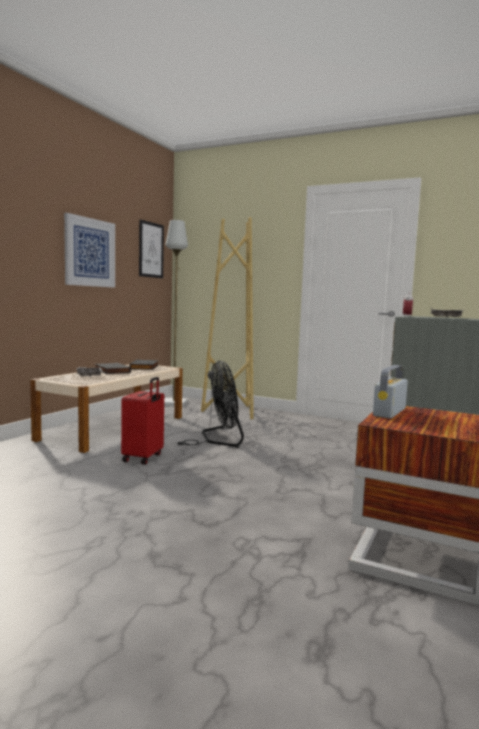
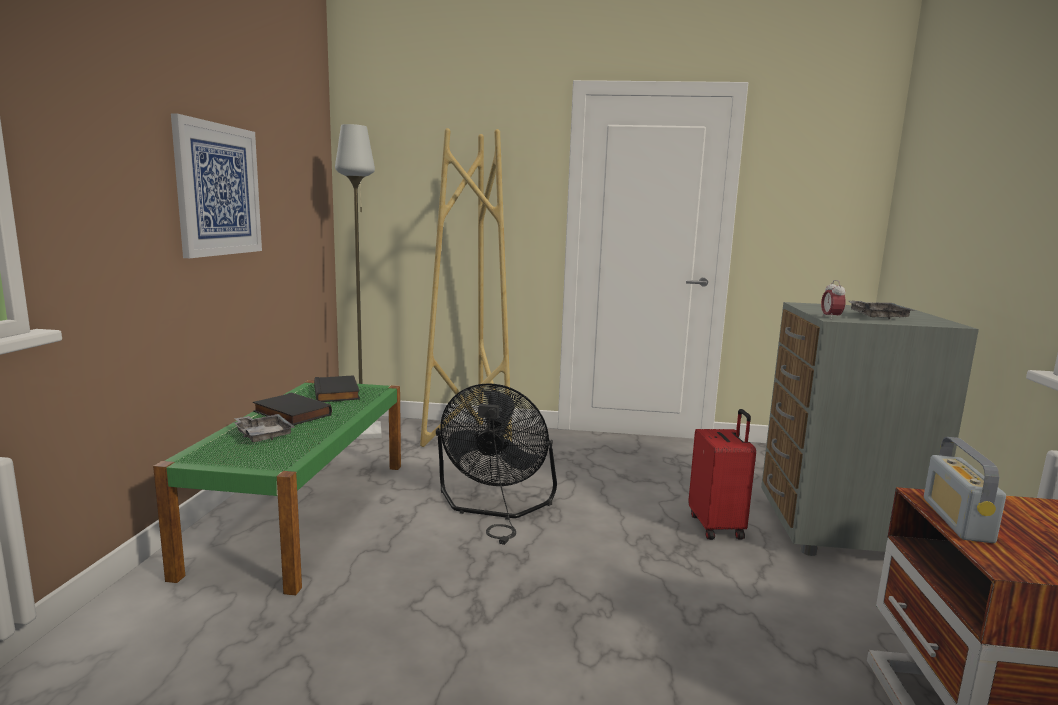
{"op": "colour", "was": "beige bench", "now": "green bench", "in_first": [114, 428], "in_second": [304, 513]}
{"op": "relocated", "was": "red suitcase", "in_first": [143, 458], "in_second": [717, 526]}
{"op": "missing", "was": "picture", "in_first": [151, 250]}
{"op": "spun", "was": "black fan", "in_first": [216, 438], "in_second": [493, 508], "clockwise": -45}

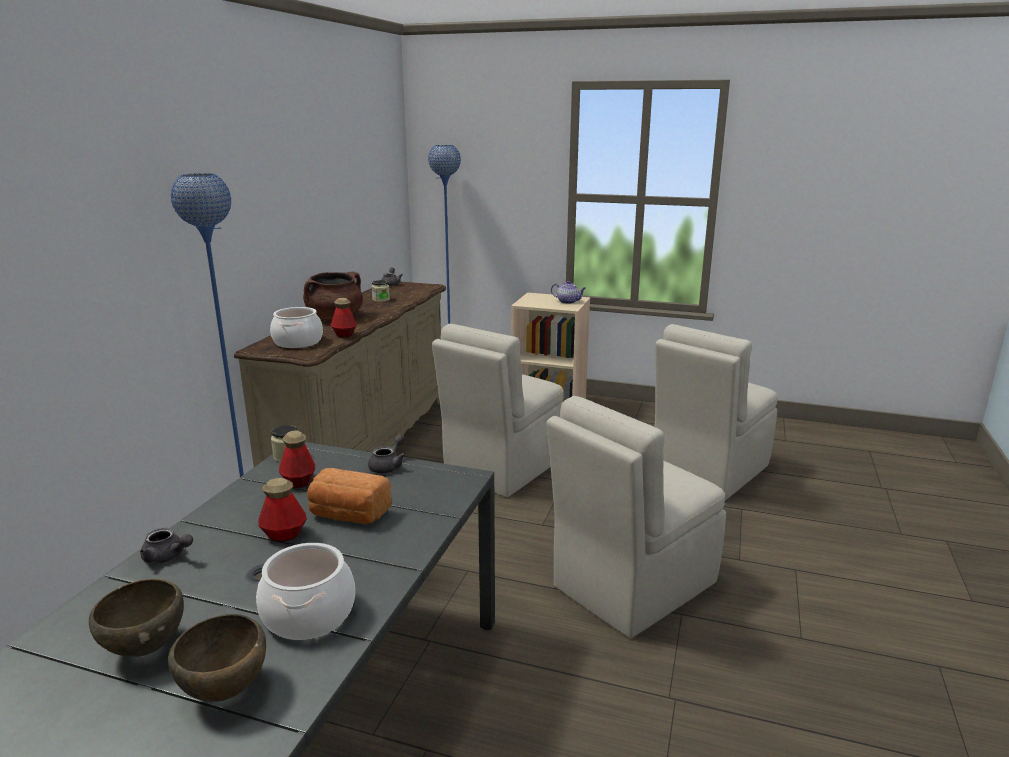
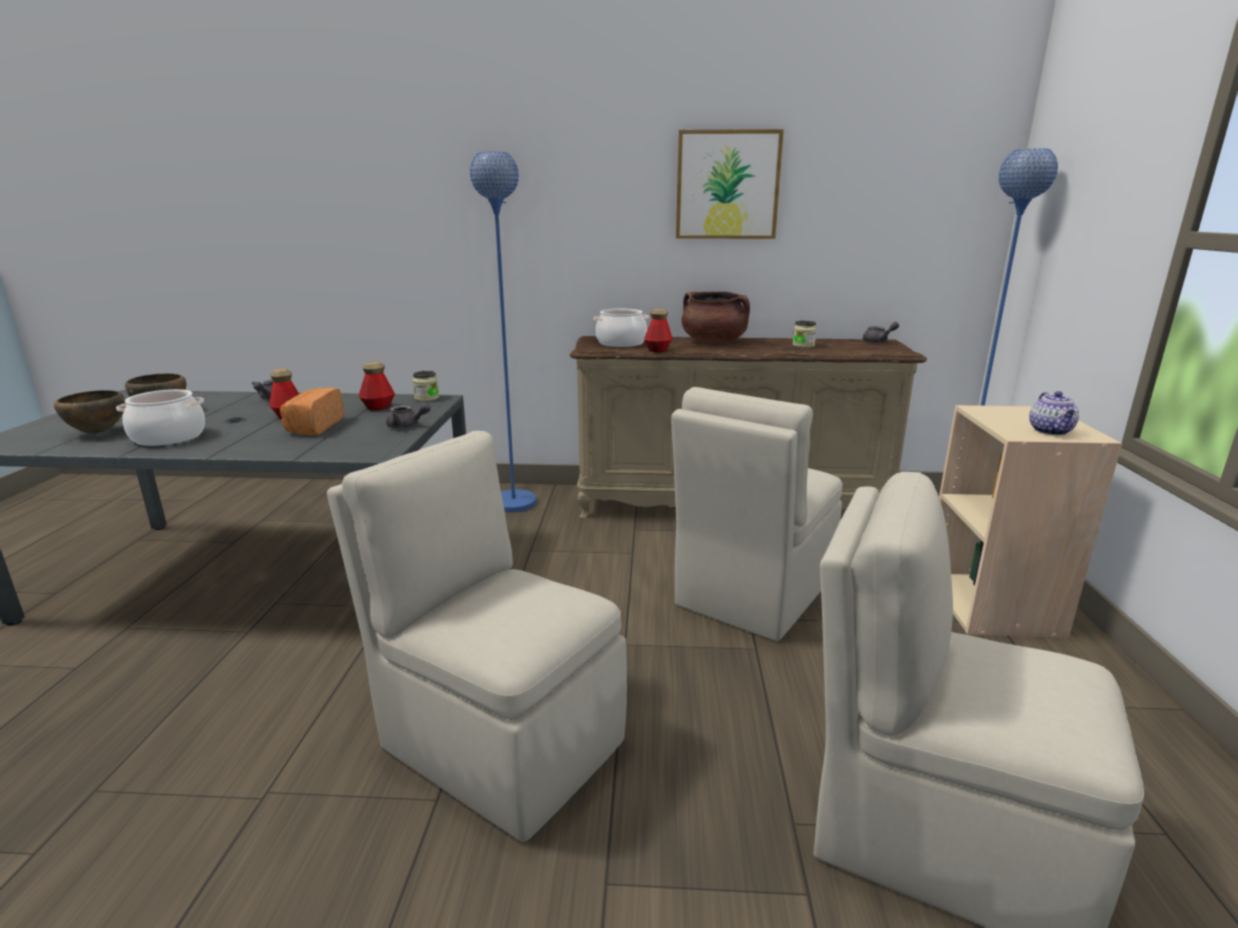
{"op": "spun", "was": "beige chair", "in_first": [502, 468], "in_second": [752, 593], "clockwise": -75}
{"op": "appeared", "now": "picture", "in_second": [727, 185]}

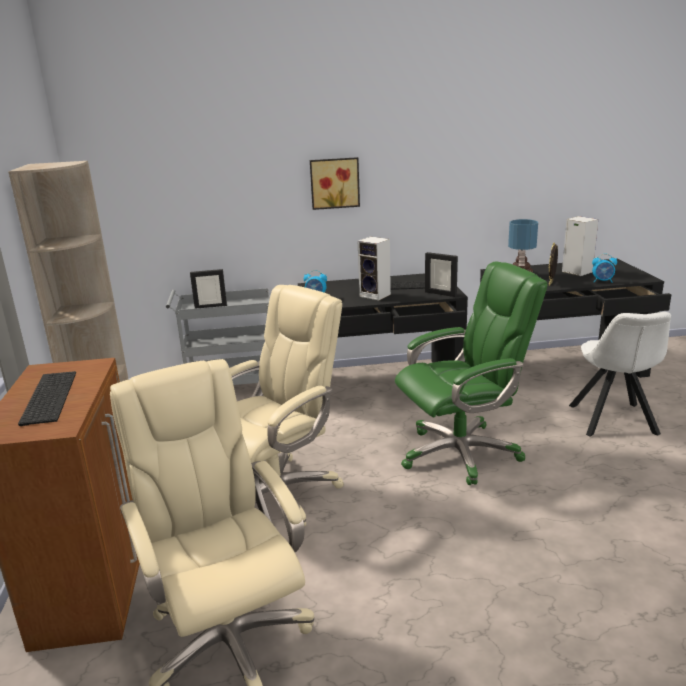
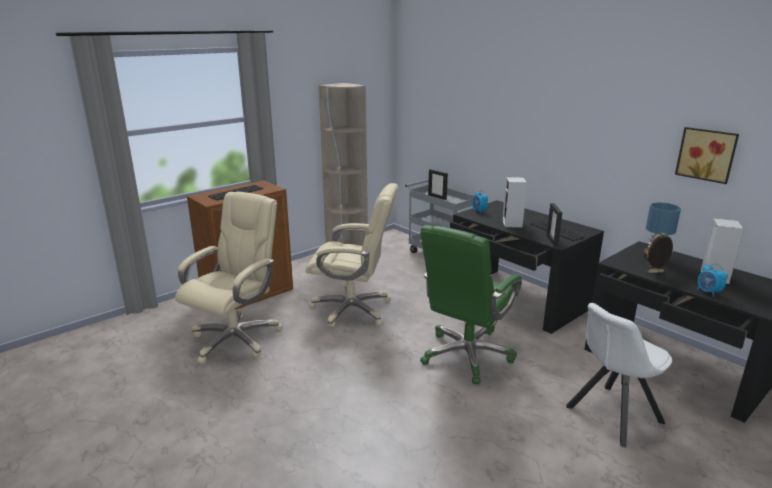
{"op": "relocated", "was": "picture", "in_first": [334, 183], "in_second": [707, 154]}
{"op": "spun", "was": "green office chair", "in_first": [461, 453], "in_second": [466, 355], "clockwise": 90}

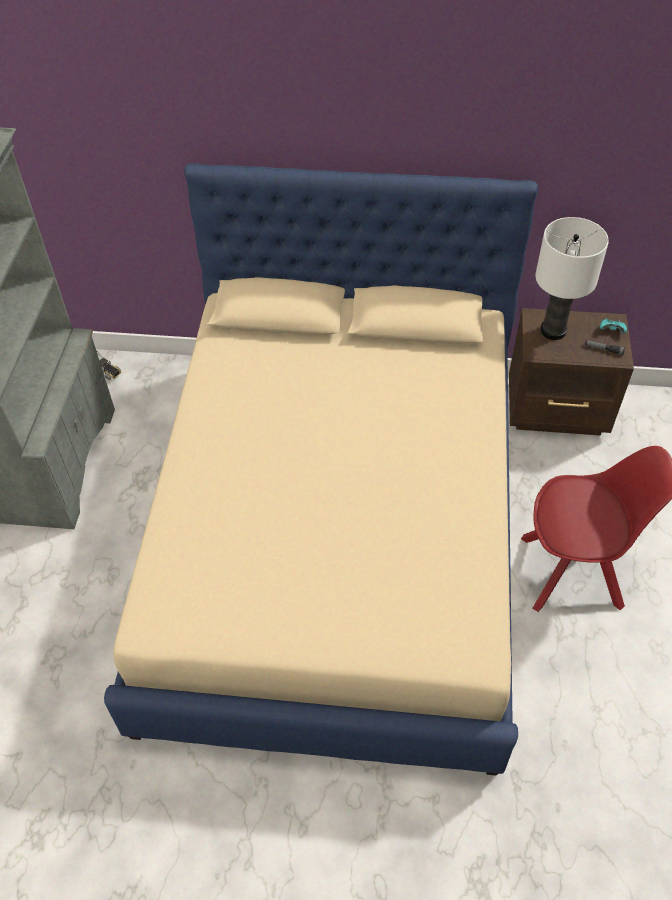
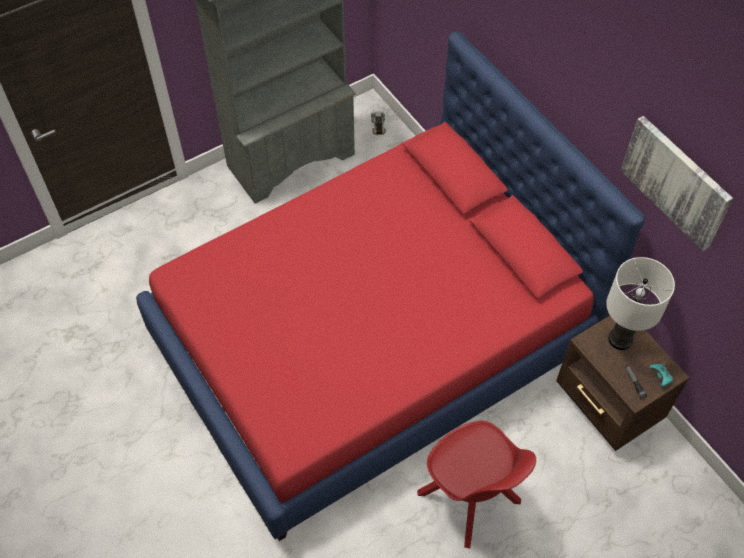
{"op": "colour", "was": "beige bed", "now": "red bed", "in_first": [338, 535], "in_second": [373, 340]}
{"op": "appeared", "now": "picture", "in_second": [676, 181]}

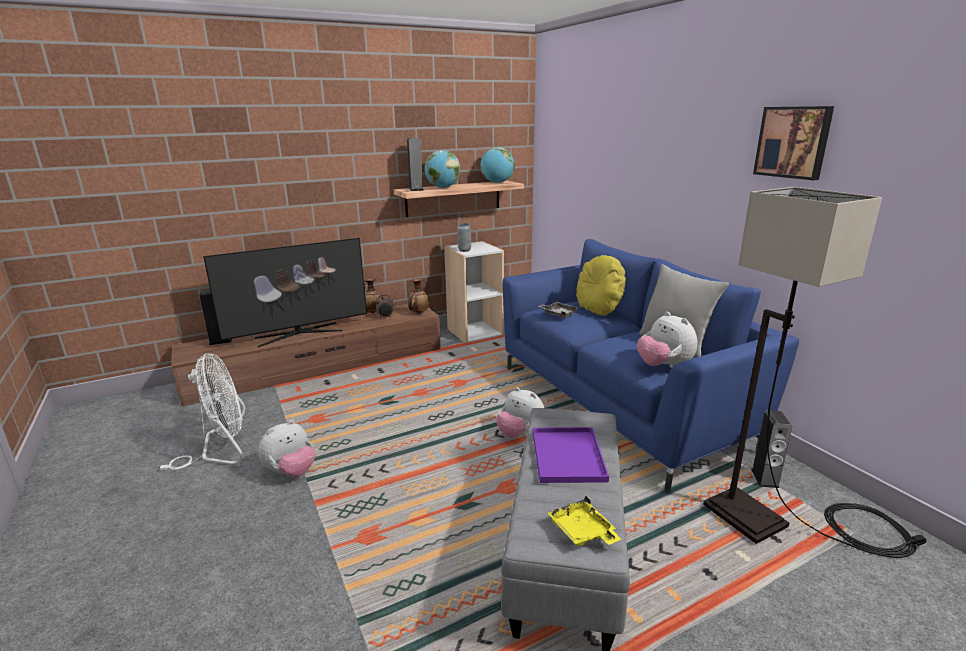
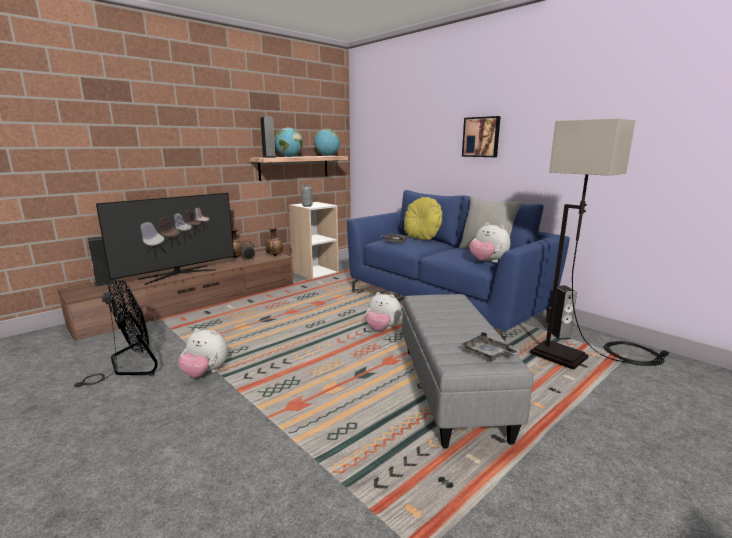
{"op": "colour", "was": "white fan", "now": "black fan", "in_first": [219, 447], "in_second": [128, 364]}
{"op": "spun", "was": "plush toy", "in_first": [291, 472], "in_second": [205, 373], "clockwise": 75}
{"op": "missing", "was": "purple tray", "in_first": [569, 457]}
{"op": "colour", "was": "yellow tray", "now": "grey tray", "in_first": [582, 532], "in_second": [488, 354]}
{"op": "relocated", "was": "picture", "in_first": [793, 142], "in_second": [481, 137]}

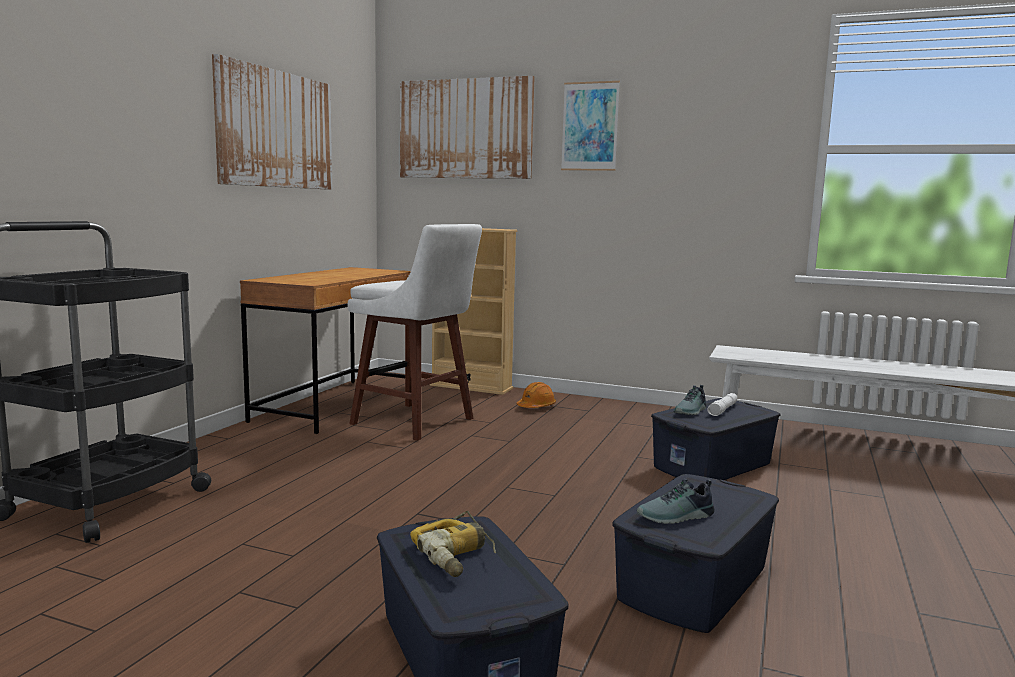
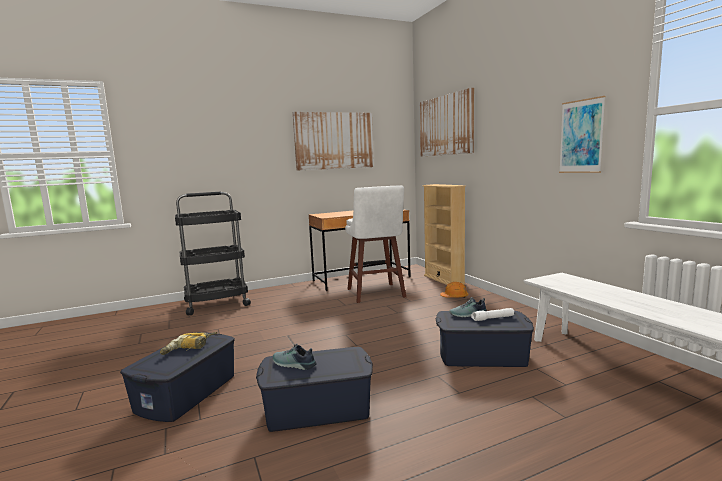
{"op": "relocated", "was": "picture", "in_first": [590, 126], "in_second": [581, 136]}

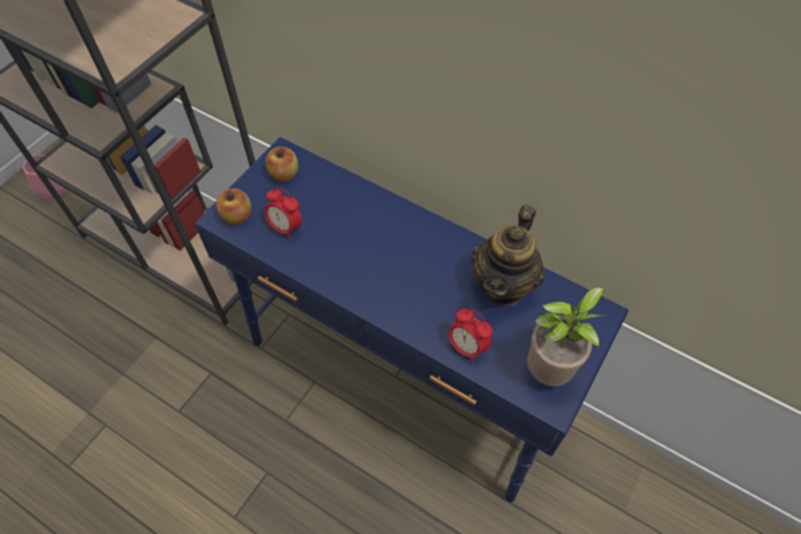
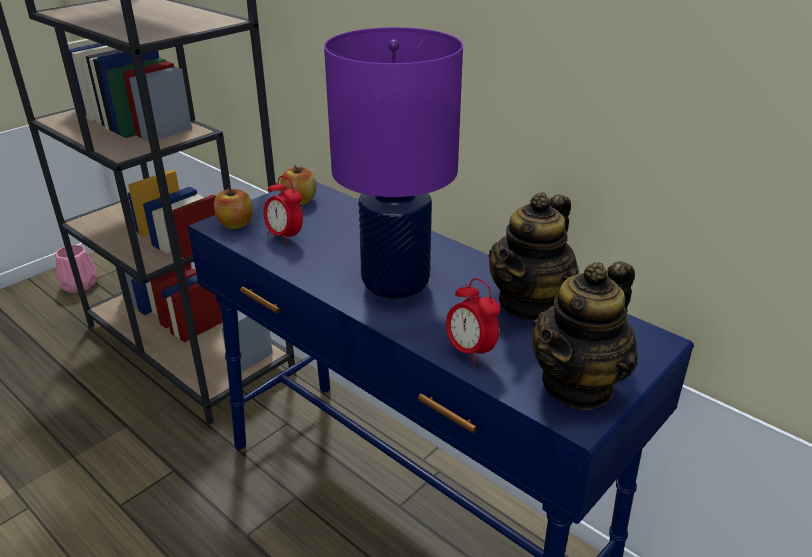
{"op": "exchanged", "was": "potted plant", "now": "teapot", "in_first": [550, 370], "in_second": [578, 385]}
{"op": "appeared", "now": "purple table lamp", "in_second": [395, 286]}

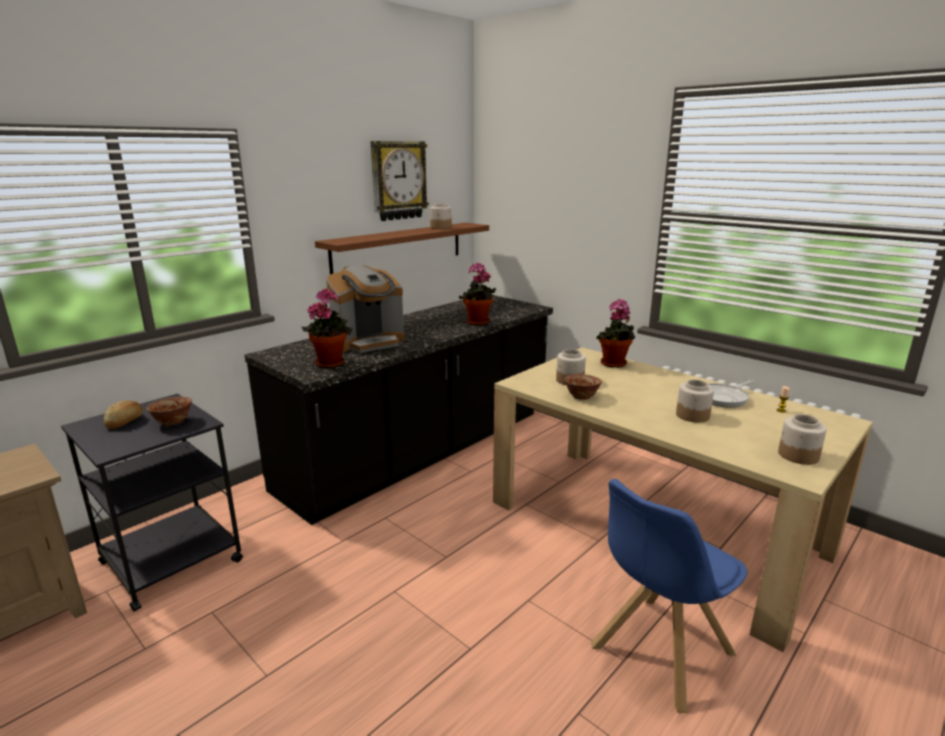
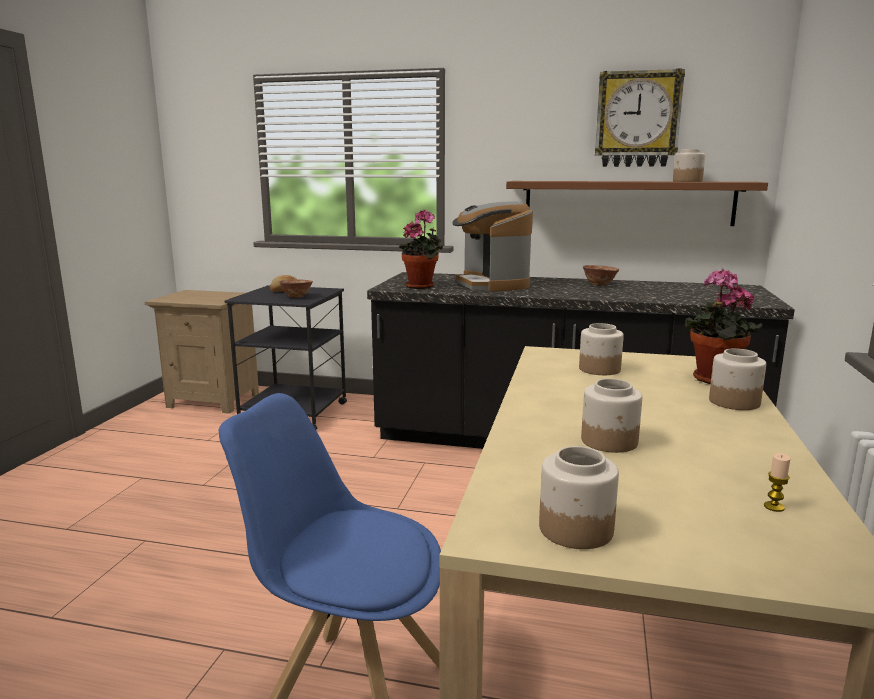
{"op": "spun", "was": "coffee machine", "in_first": [369, 342], "in_second": [492, 284], "clockwise": 45}
{"op": "missing", "was": "potted plant", "in_first": [478, 323]}
{"op": "relocated", "was": "bowl", "in_first": [581, 397], "in_second": [599, 285]}
{"op": "missing", "was": "frying pan", "in_first": [724, 398]}
{"op": "appeared", "now": "jar", "in_second": [733, 402]}

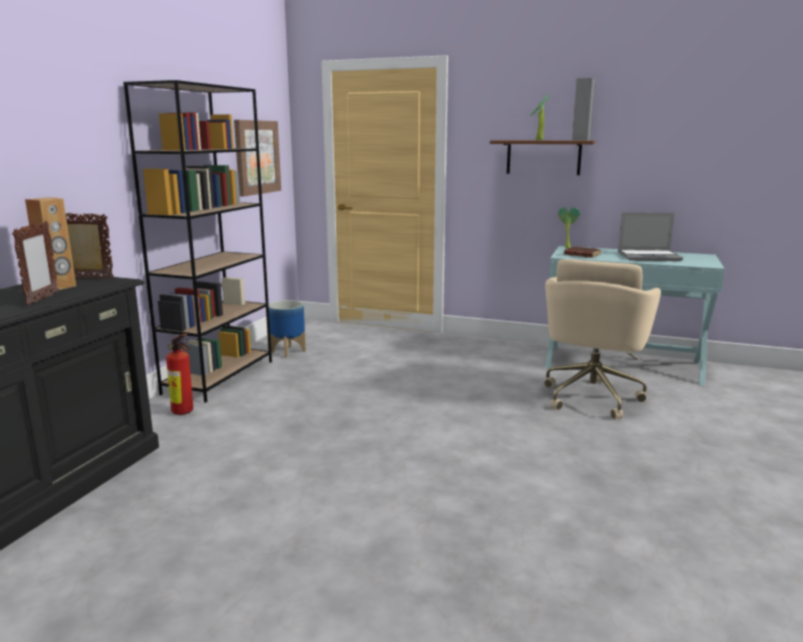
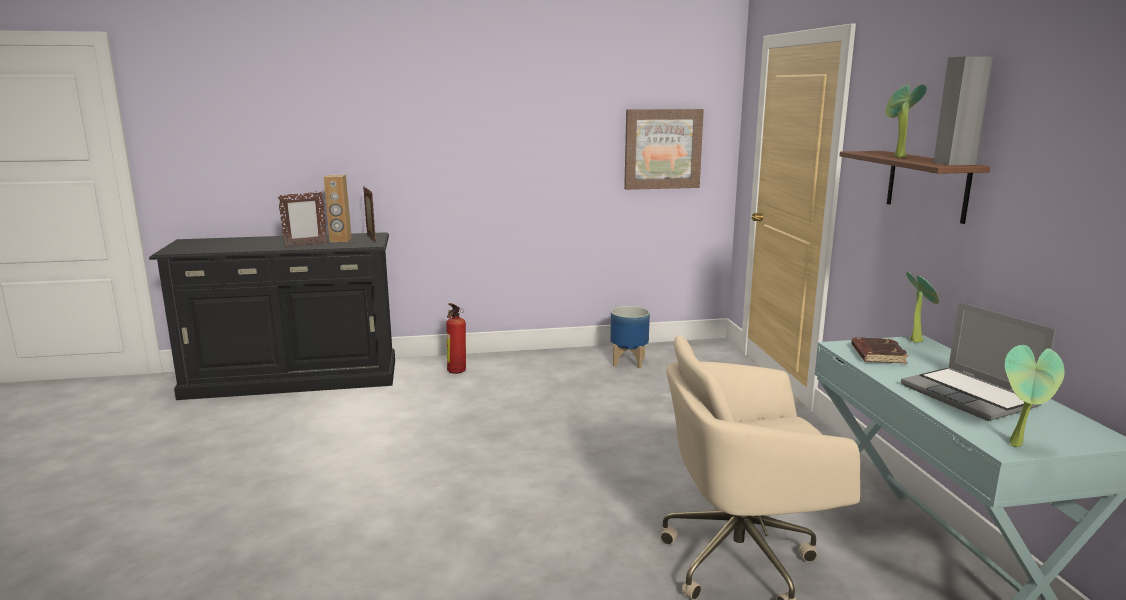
{"op": "missing", "was": "beige bookcase", "in_first": [219, 377]}
{"op": "appeared", "now": "potted plant", "in_second": [1019, 445]}

